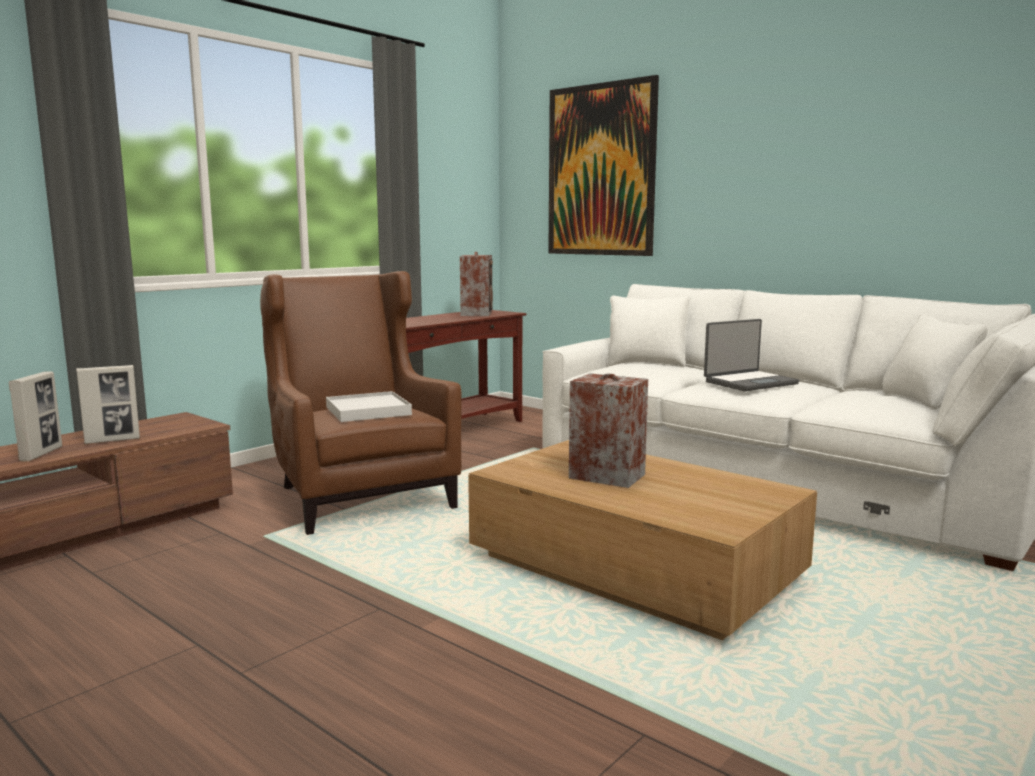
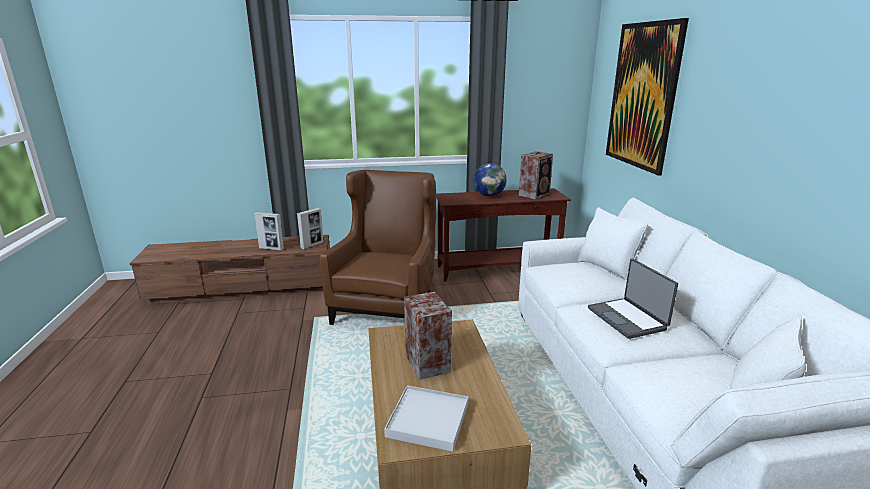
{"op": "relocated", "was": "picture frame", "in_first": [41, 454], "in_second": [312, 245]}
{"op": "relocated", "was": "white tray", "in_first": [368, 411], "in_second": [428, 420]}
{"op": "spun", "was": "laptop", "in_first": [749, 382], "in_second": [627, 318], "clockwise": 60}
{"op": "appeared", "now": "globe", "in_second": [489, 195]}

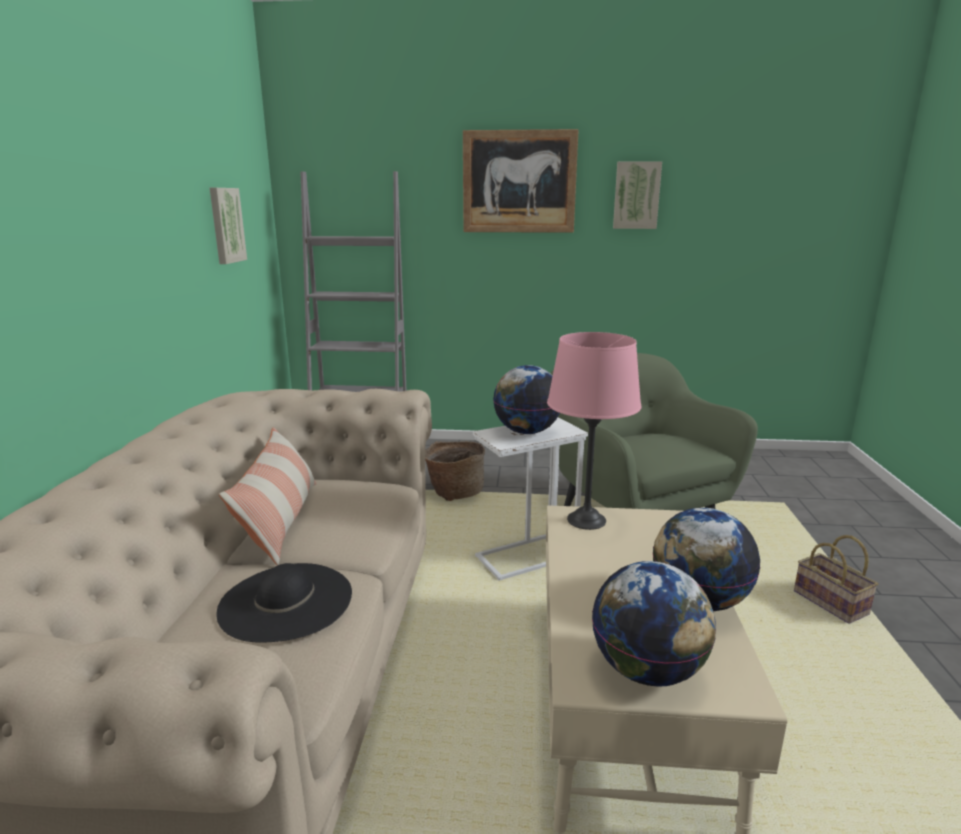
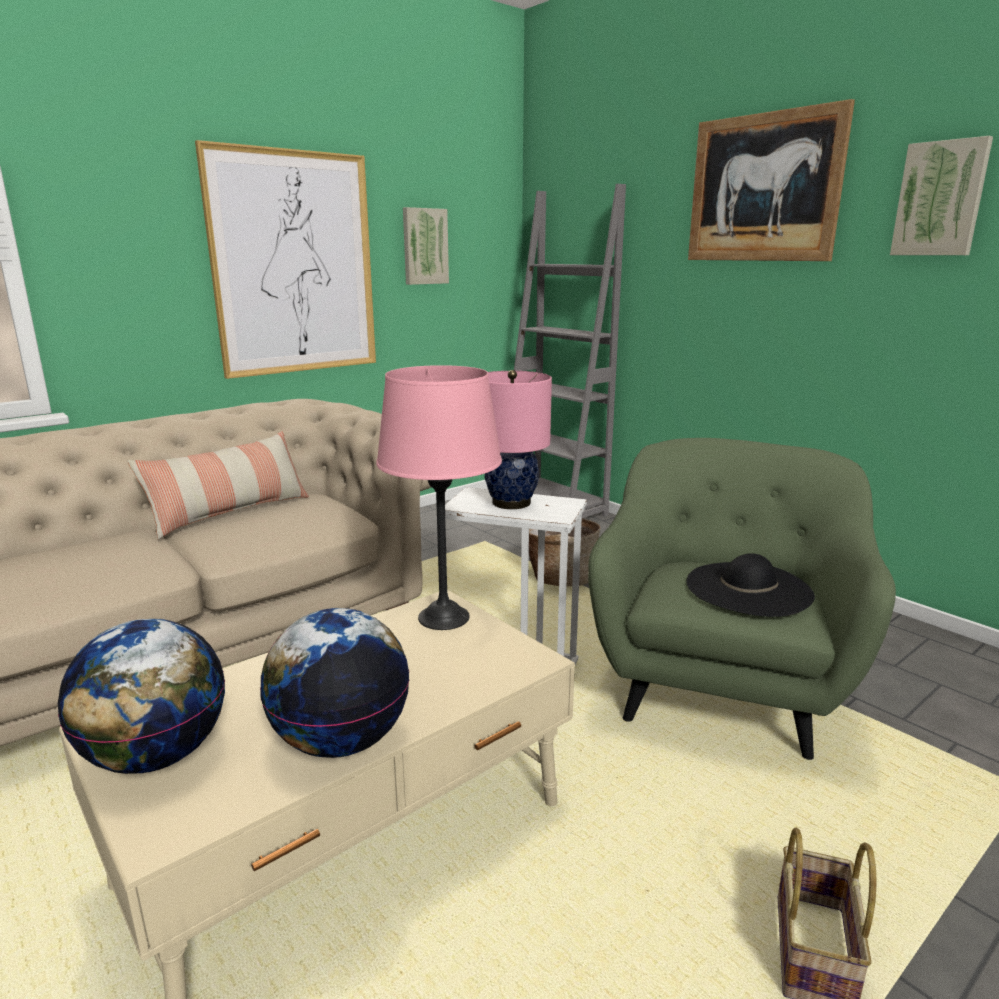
{"op": "relocated", "was": "black hat", "in_first": [286, 601], "in_second": [748, 588]}
{"op": "exchanged", "was": "globe", "now": "pink table lamp", "in_first": [526, 431], "in_second": [511, 502]}
{"op": "appeared", "now": "picture", "in_second": [294, 264]}

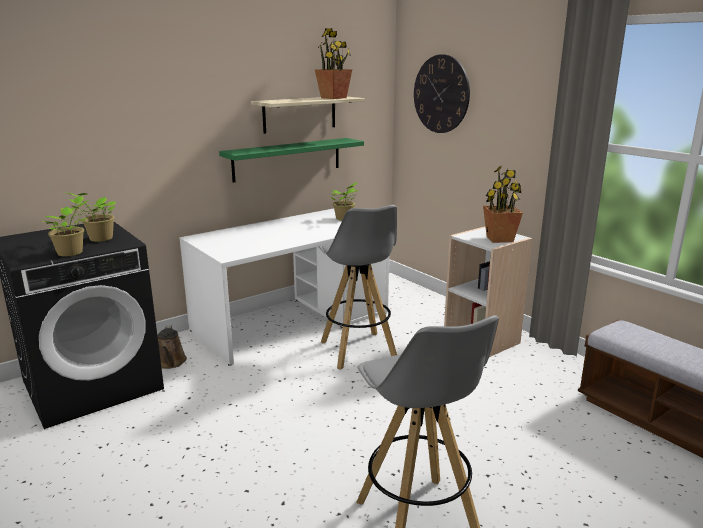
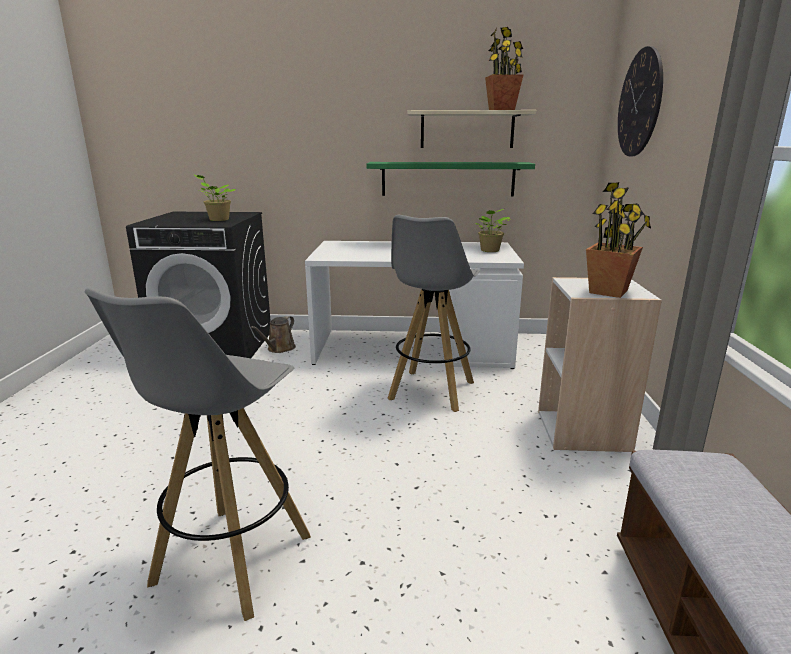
{"op": "missing", "was": "potted plant", "in_first": [72, 253]}

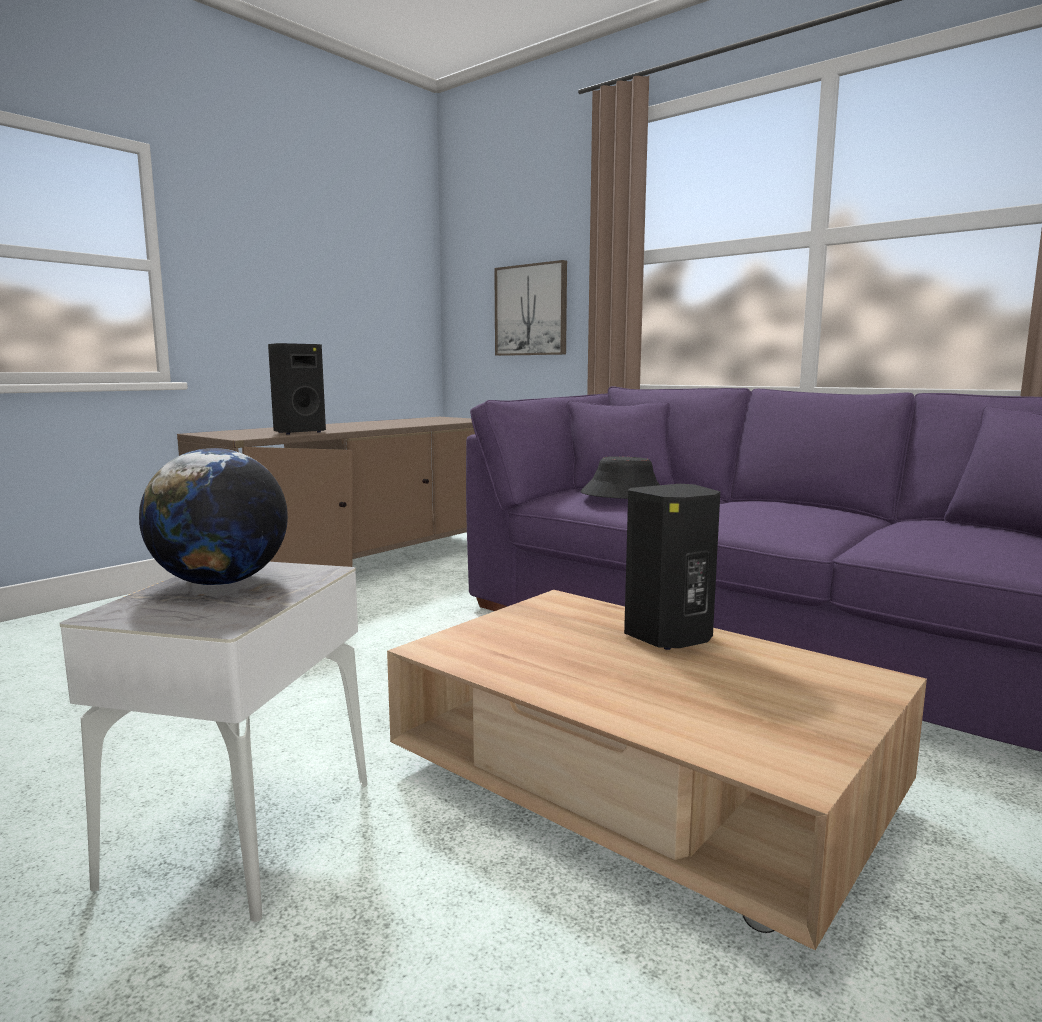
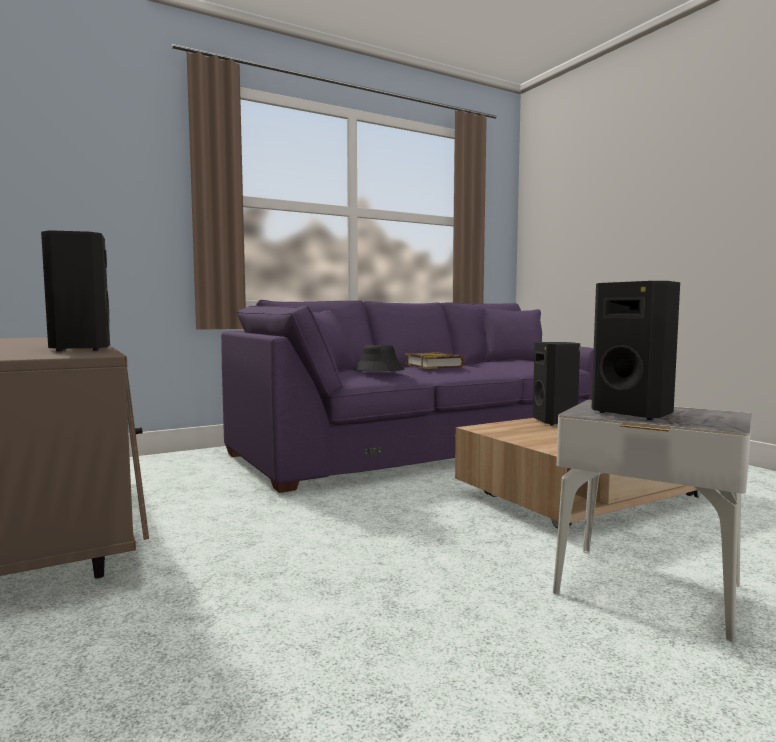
{"op": "exchanged", "was": "globe", "now": "black speaker", "in_first": [221, 582], "in_second": [634, 413]}
{"op": "missing", "was": "picture", "in_first": [531, 310]}
{"op": "appeared", "now": "book", "in_second": [434, 365]}

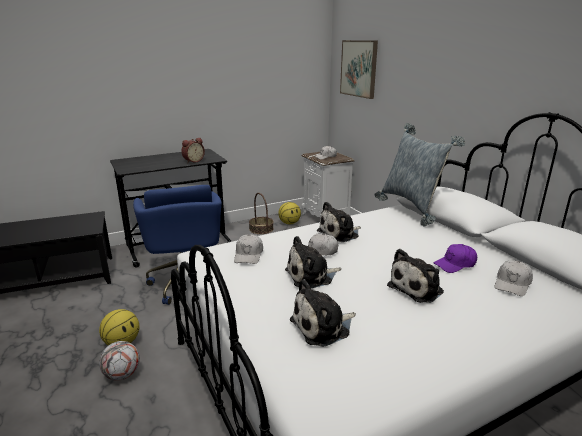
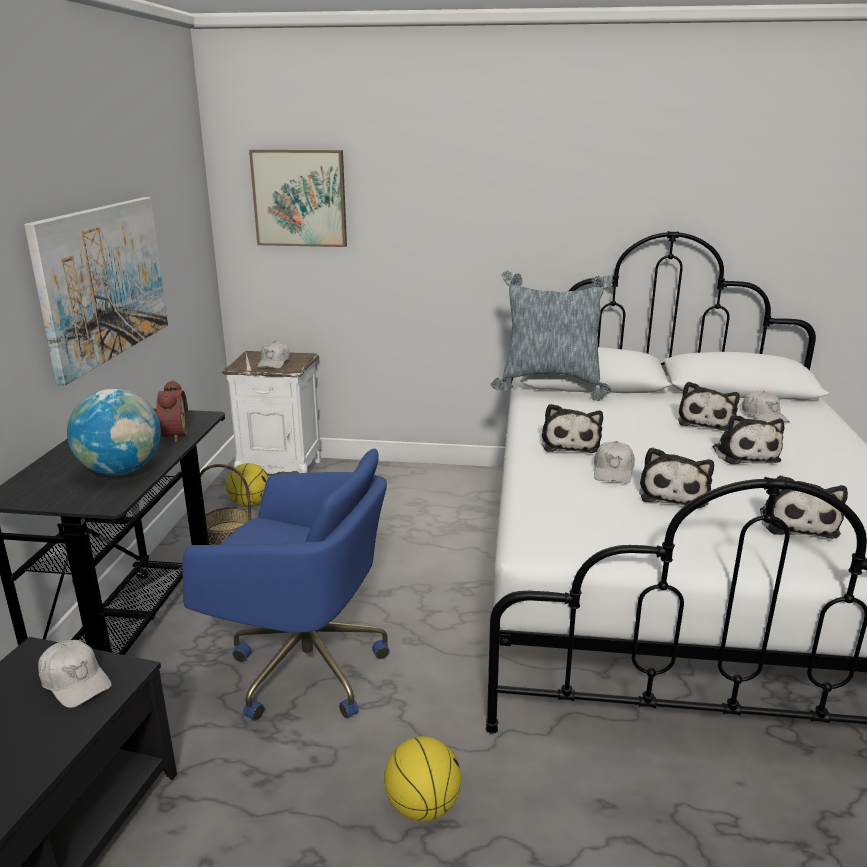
{"op": "missing", "was": "football", "in_first": [122, 375]}
{"op": "relocated", "was": "white cap", "in_first": [248, 255], "in_second": [75, 681]}
{"op": "exchanged", "was": "purple cap", "now": "plush toy", "in_first": [455, 264], "in_second": [706, 421]}
{"op": "appeared", "now": "picture", "in_second": [103, 282]}
{"op": "appeared", "now": "globe", "in_second": [121, 471]}

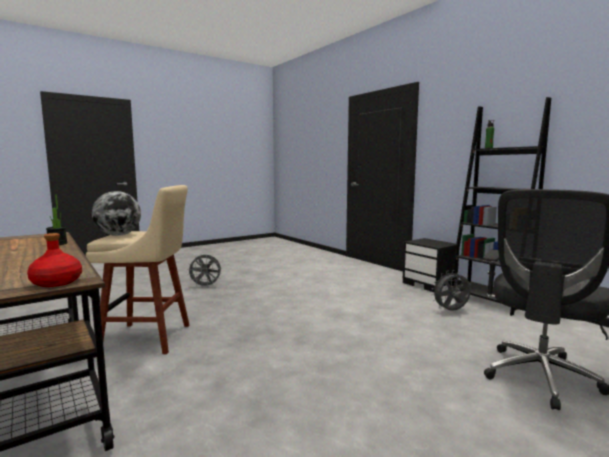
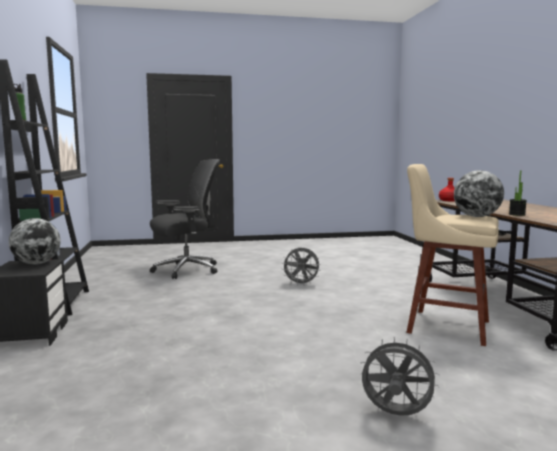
{"op": "relocated", "was": "grey fan", "in_first": [451, 311], "in_second": [301, 284]}
{"op": "appeared", "now": "globe", "in_second": [36, 263]}

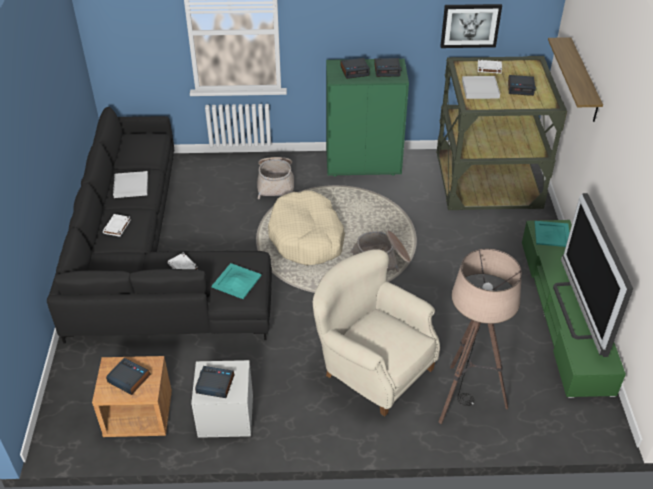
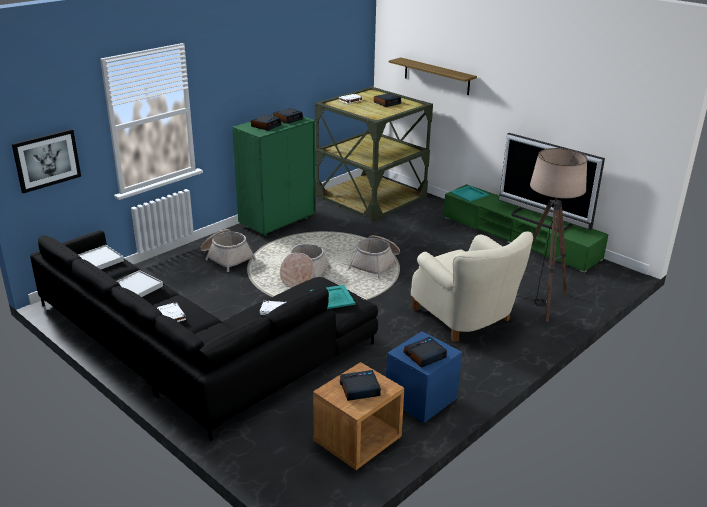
{"op": "colour", "was": "white nightstand", "now": "blue nightstand", "in_first": [226, 418], "in_second": [422, 401]}
{"op": "exchanged", "was": "beige dog bed", "now": "basket", "in_first": [307, 237], "in_second": [304, 276]}
{"op": "spun", "was": "beige armchair", "in_first": [373, 367], "in_second": [465, 318], "clockwise": -120}
{"op": "relocated", "was": "picture", "in_first": [470, 25], "in_second": [47, 160]}
{"op": "relocated", "was": "white tray", "in_first": [480, 89], "in_second": [99, 260]}

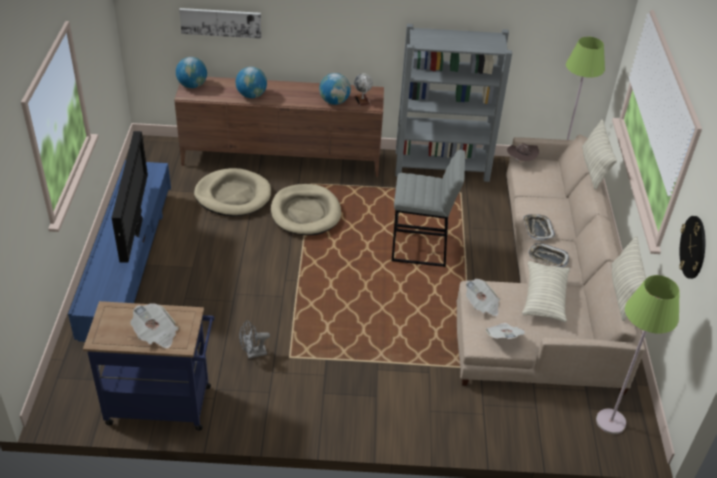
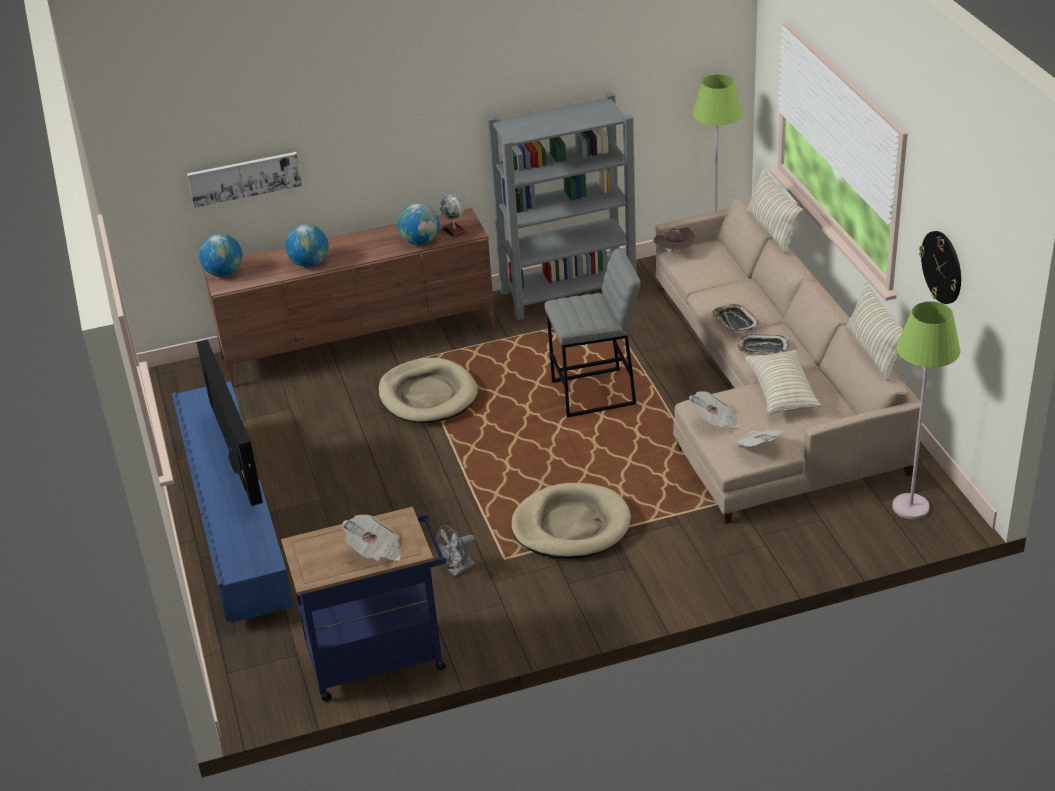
{"op": "relocated", "was": "beige dog bed", "in_first": [233, 195], "in_second": [571, 526]}

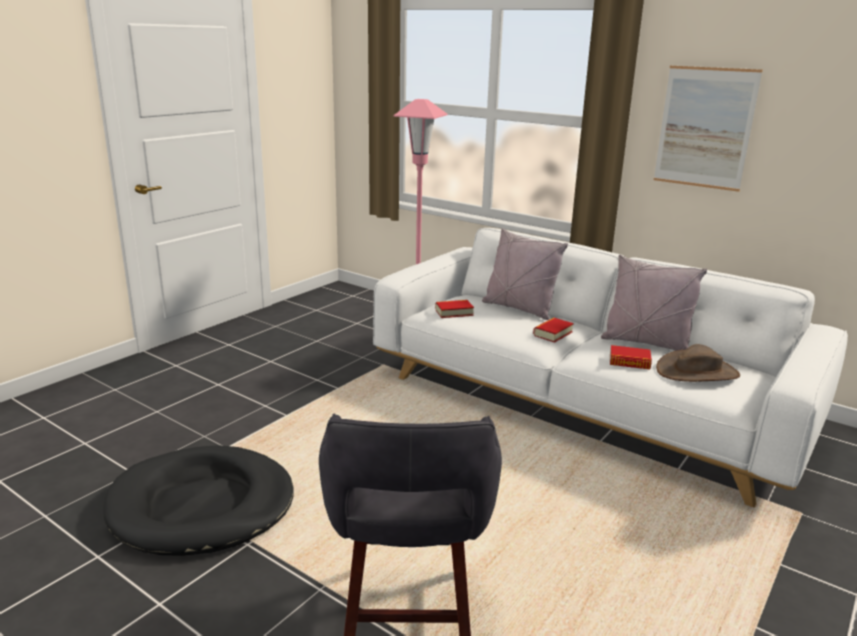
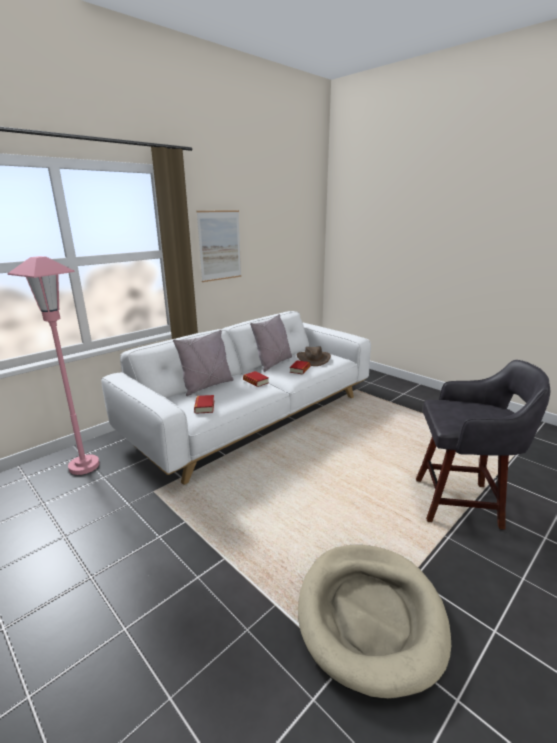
{"op": "colour", "was": "black dog bed", "now": "beige dog bed", "in_first": [202, 506], "in_second": [370, 616]}

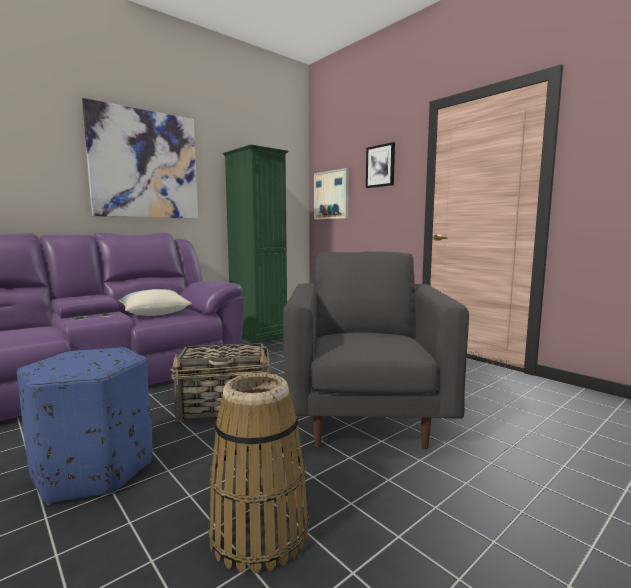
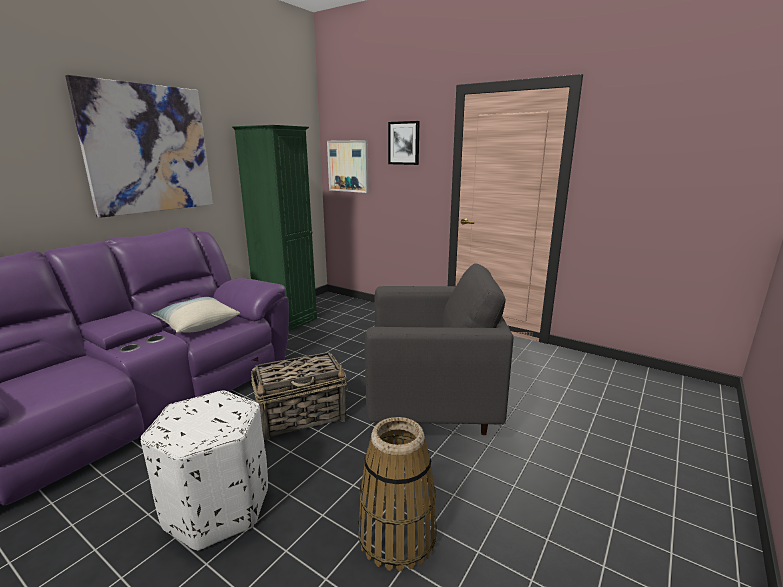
{"op": "colour", "was": "blue ottoman", "now": "white ottoman", "in_first": [93, 470], "in_second": [217, 508]}
{"op": "spun", "was": "grey armchair", "in_first": [366, 416], "in_second": [431, 408], "clockwise": 105}

